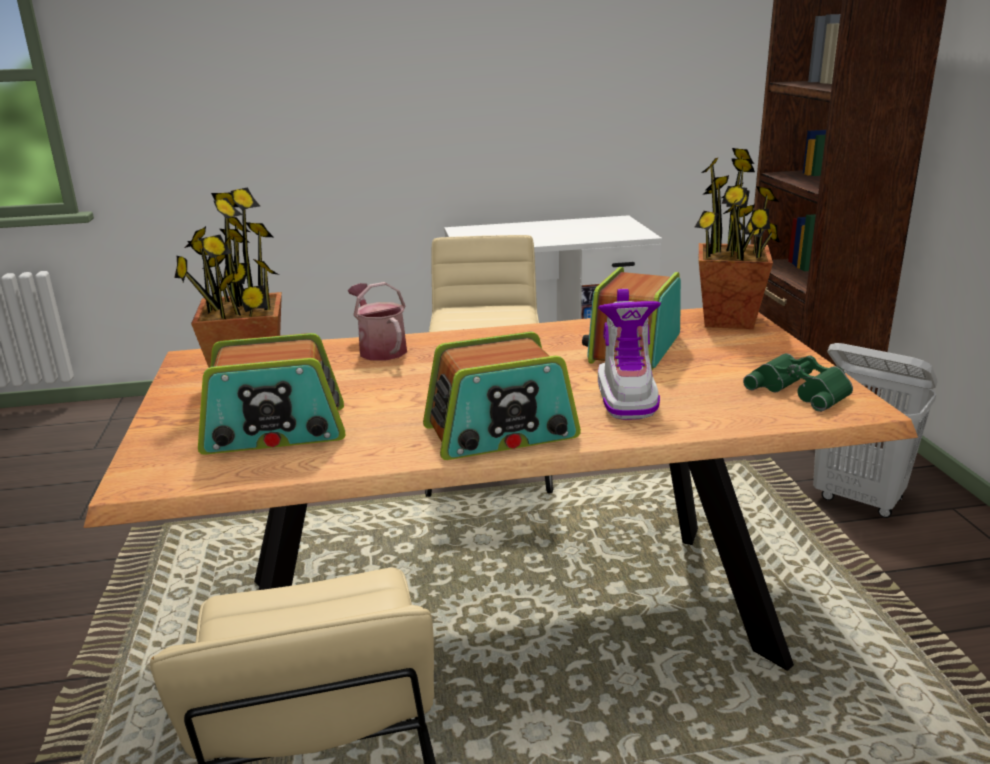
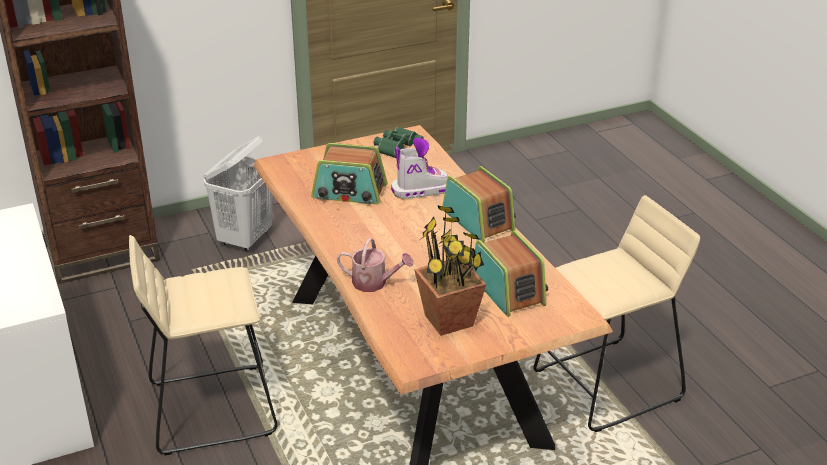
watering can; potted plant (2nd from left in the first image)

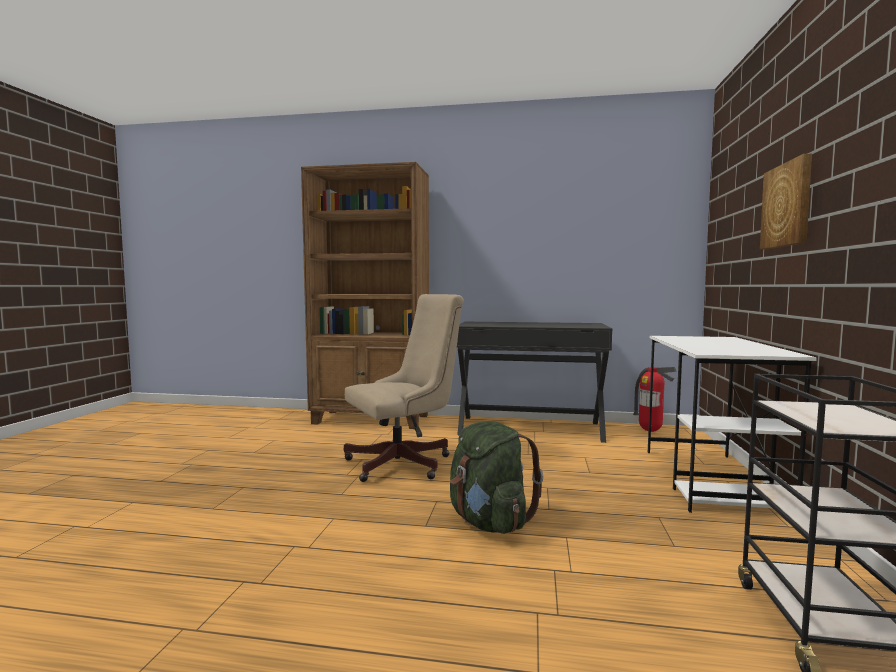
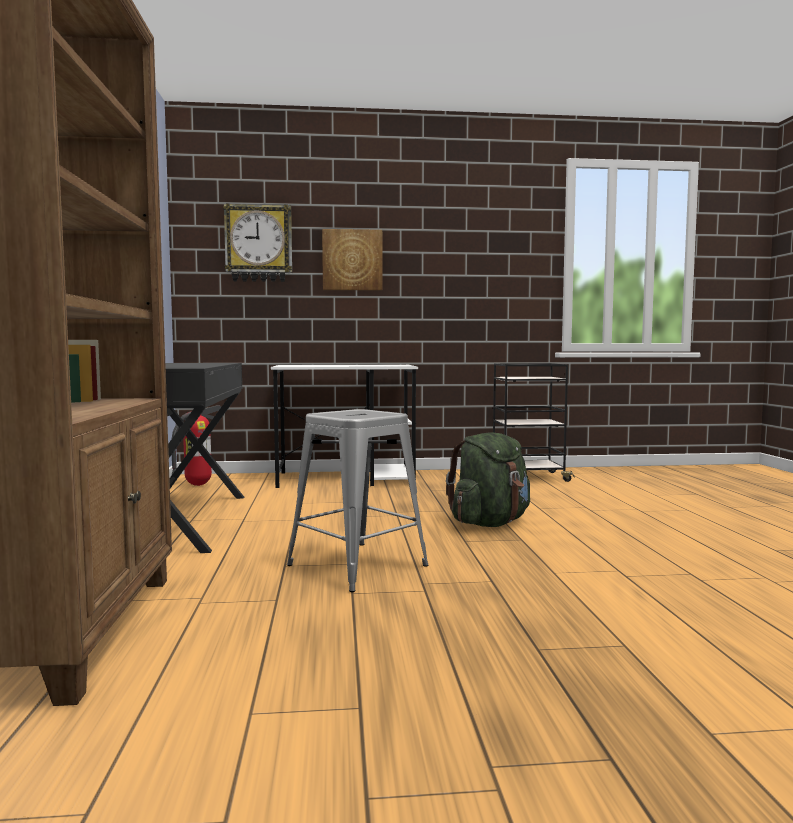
wall clock; grey stool

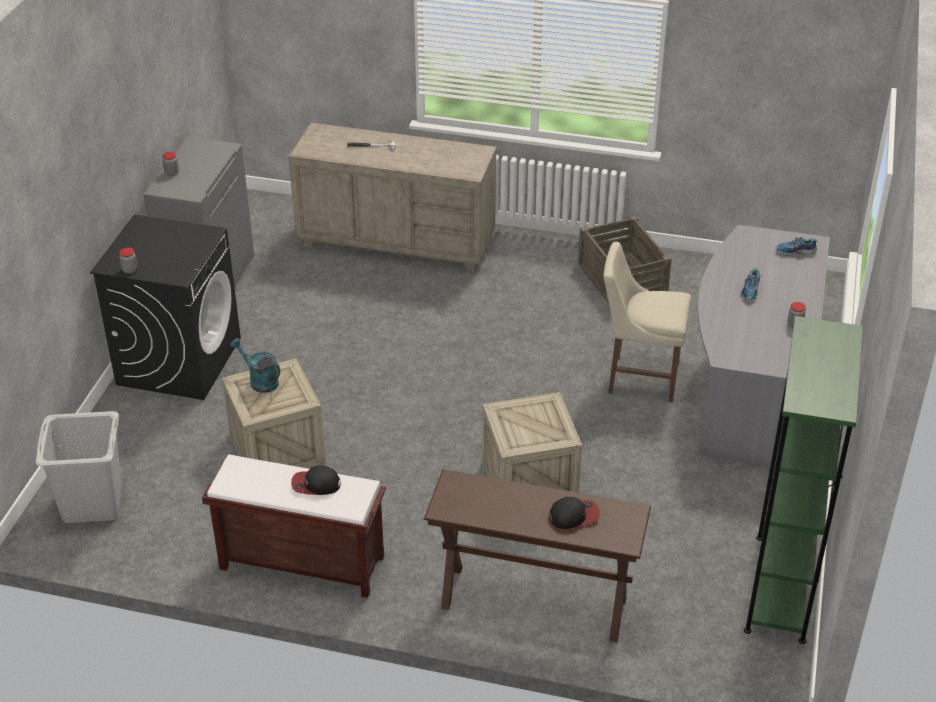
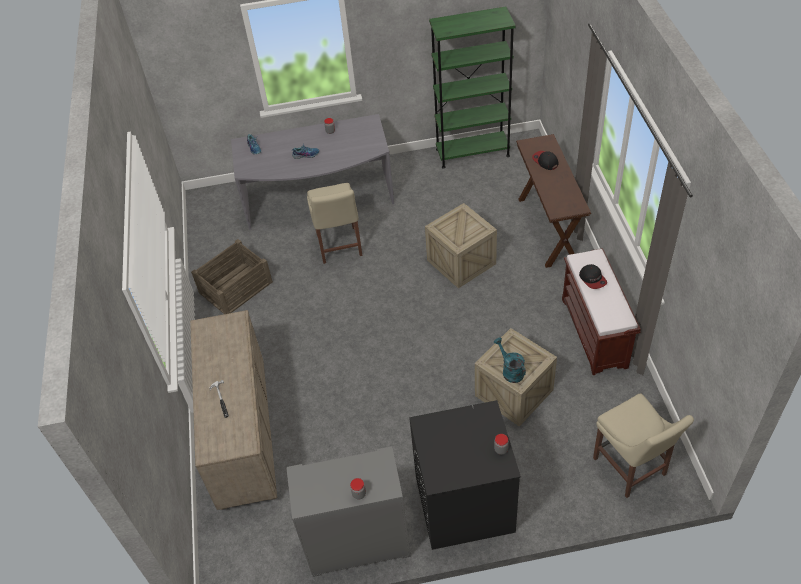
turquoise watering can; beige chair (2nd from left)

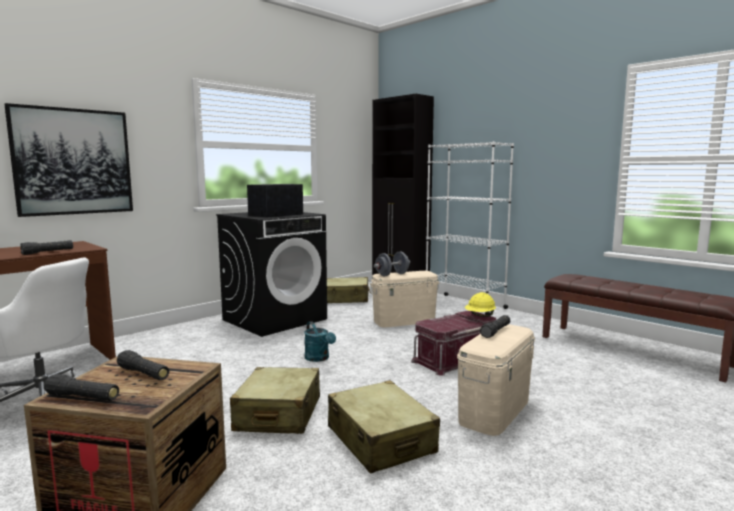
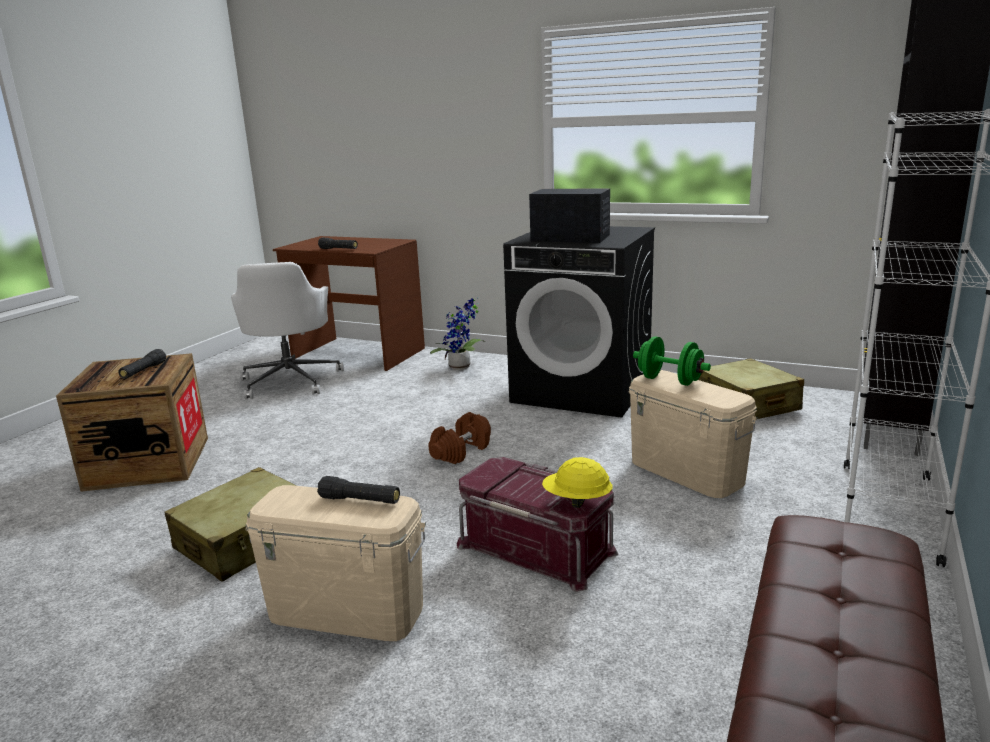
brown dumbbell; potted plant; green dumbbell; picture; black flashlight (2nd from left in the first image); beige suitcase (1st from left in the first image)

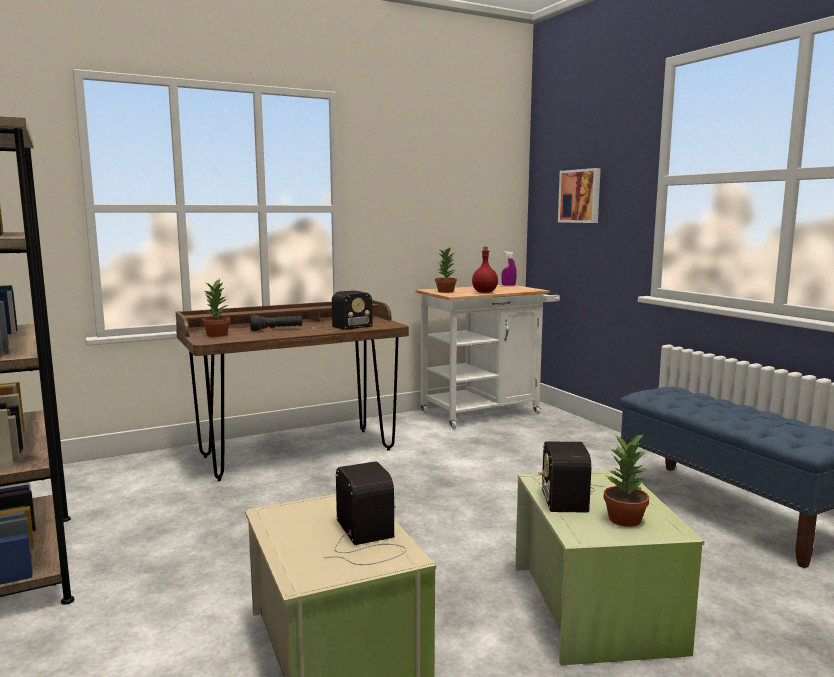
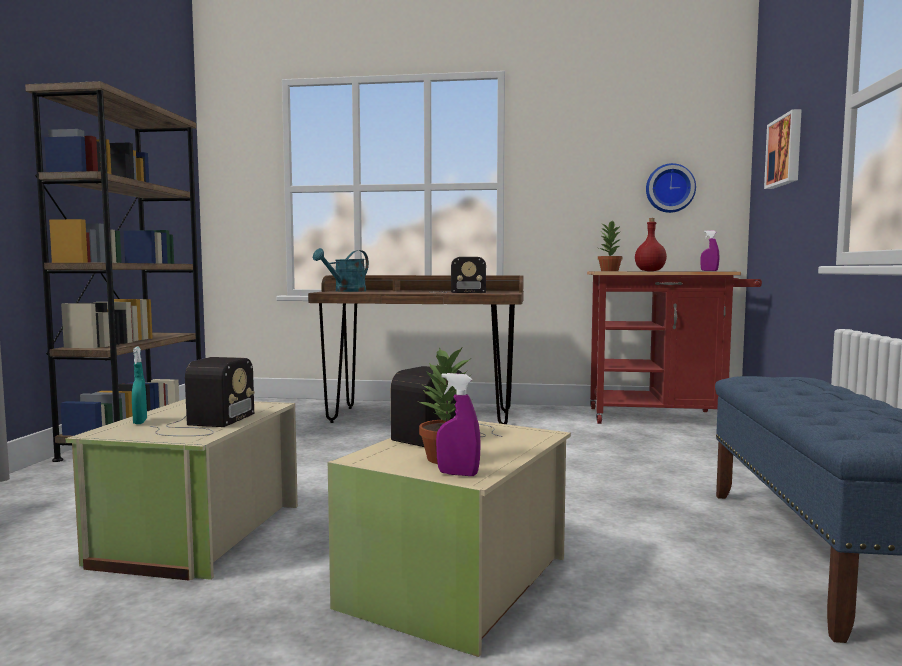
turquoise spray bottle; turquoise watering can; beige storage box (2nd from left); purple spray bottle (1st from left); red cart; wall clock; black flashlight

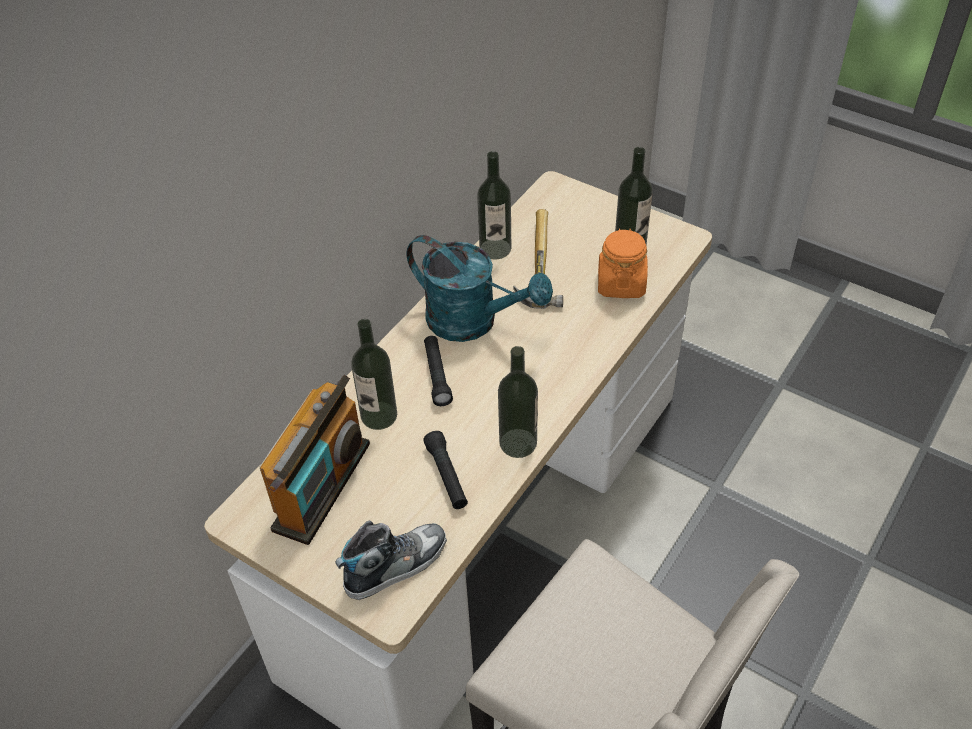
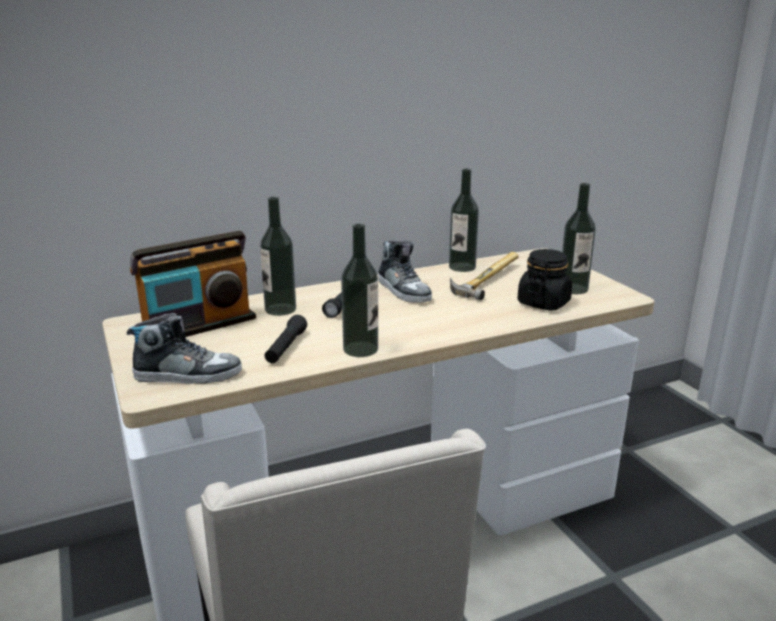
shoe (2nd from left); black jar

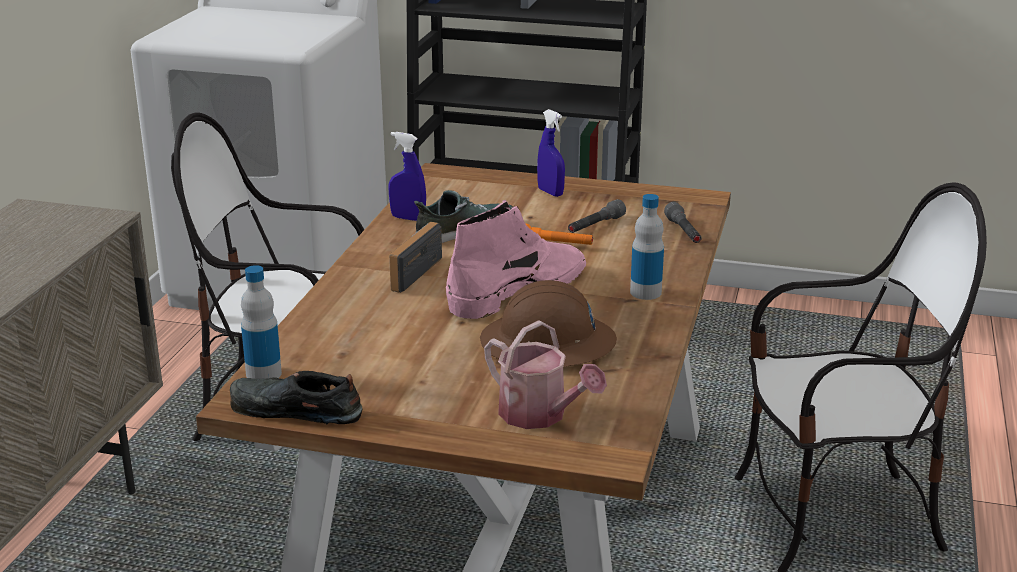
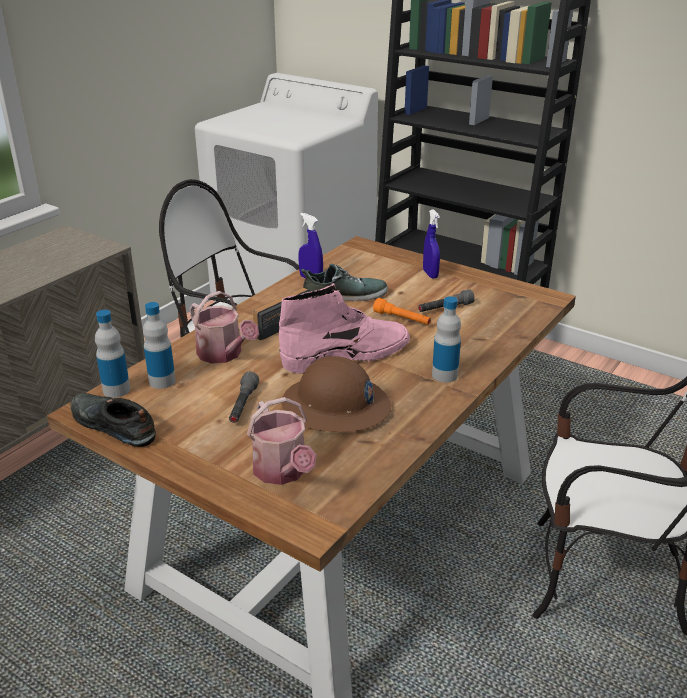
bottle (2nd from left); watering can (1st from left); grey flashlight (1st from left)

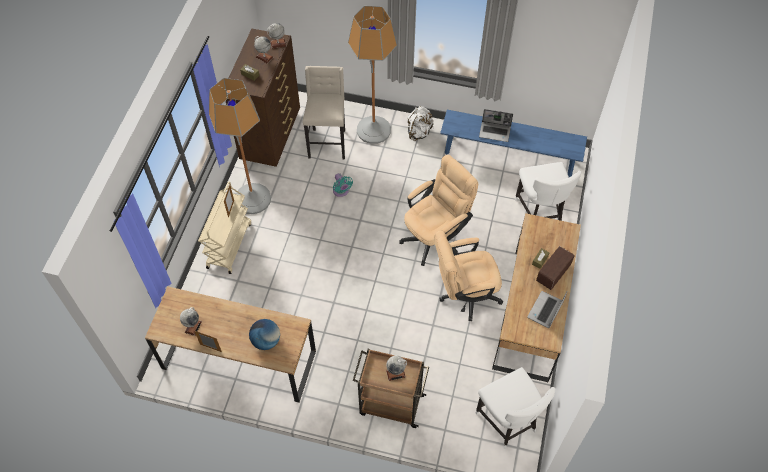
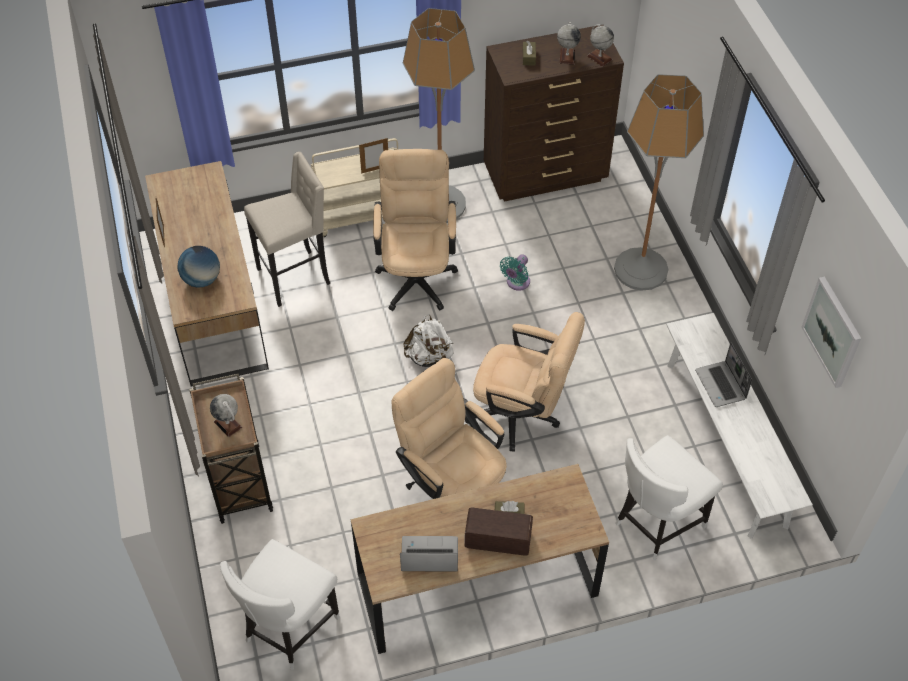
beige stool; beige office chair (1st from left); white backpack; white bench; picture; globe (1st from left in the first image)

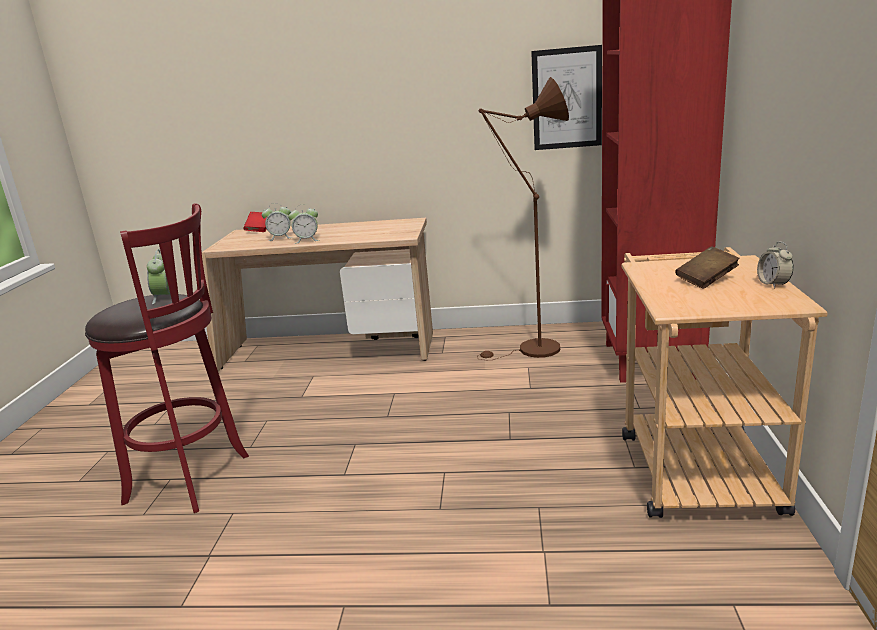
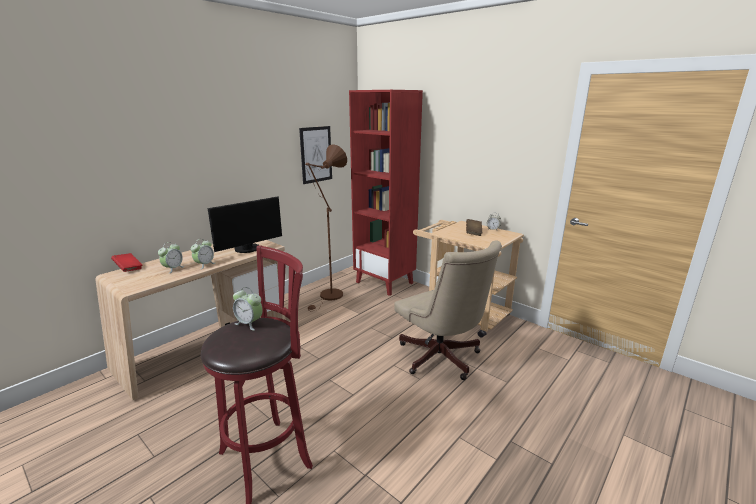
monitor; beige office chair

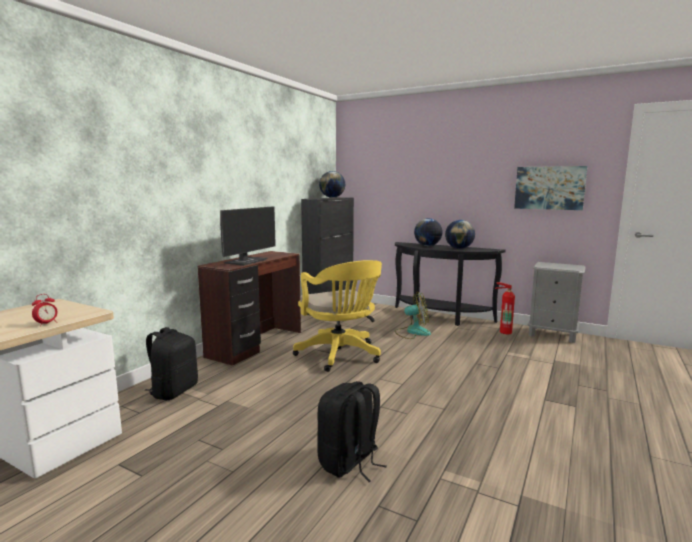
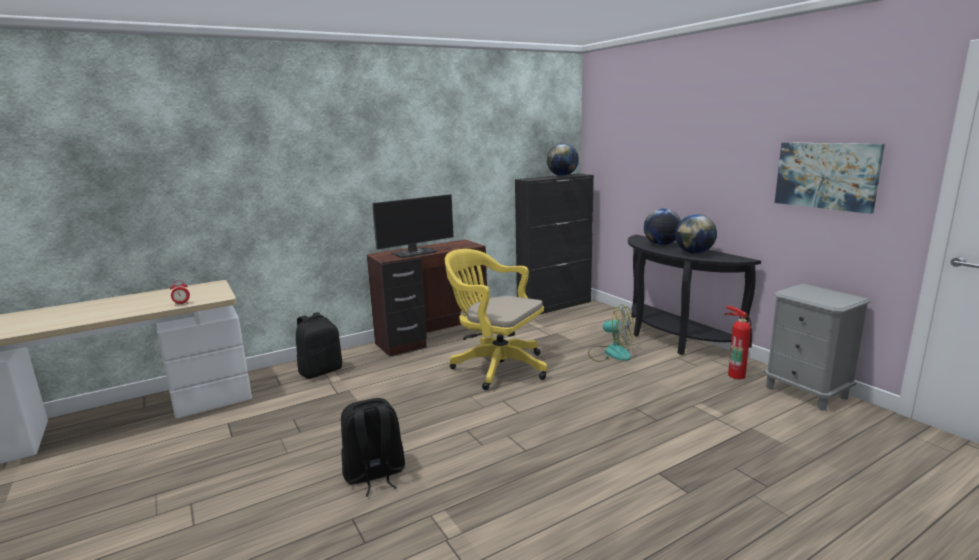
yellow office chair

